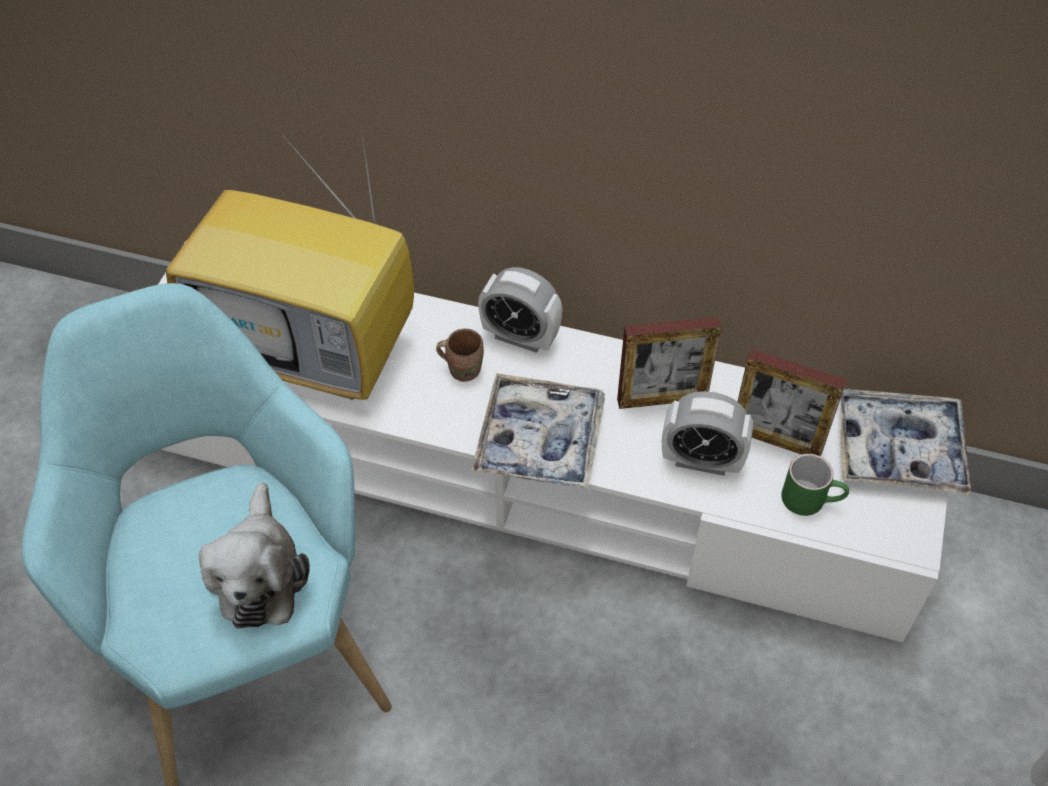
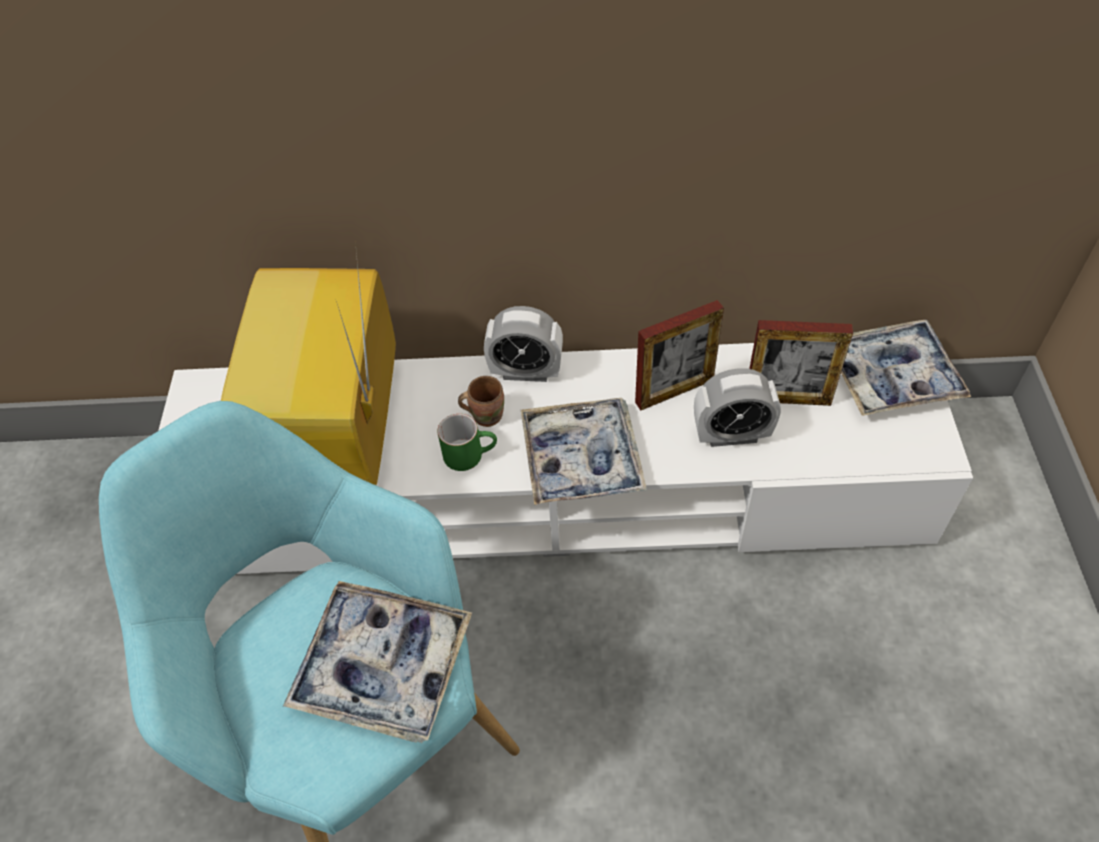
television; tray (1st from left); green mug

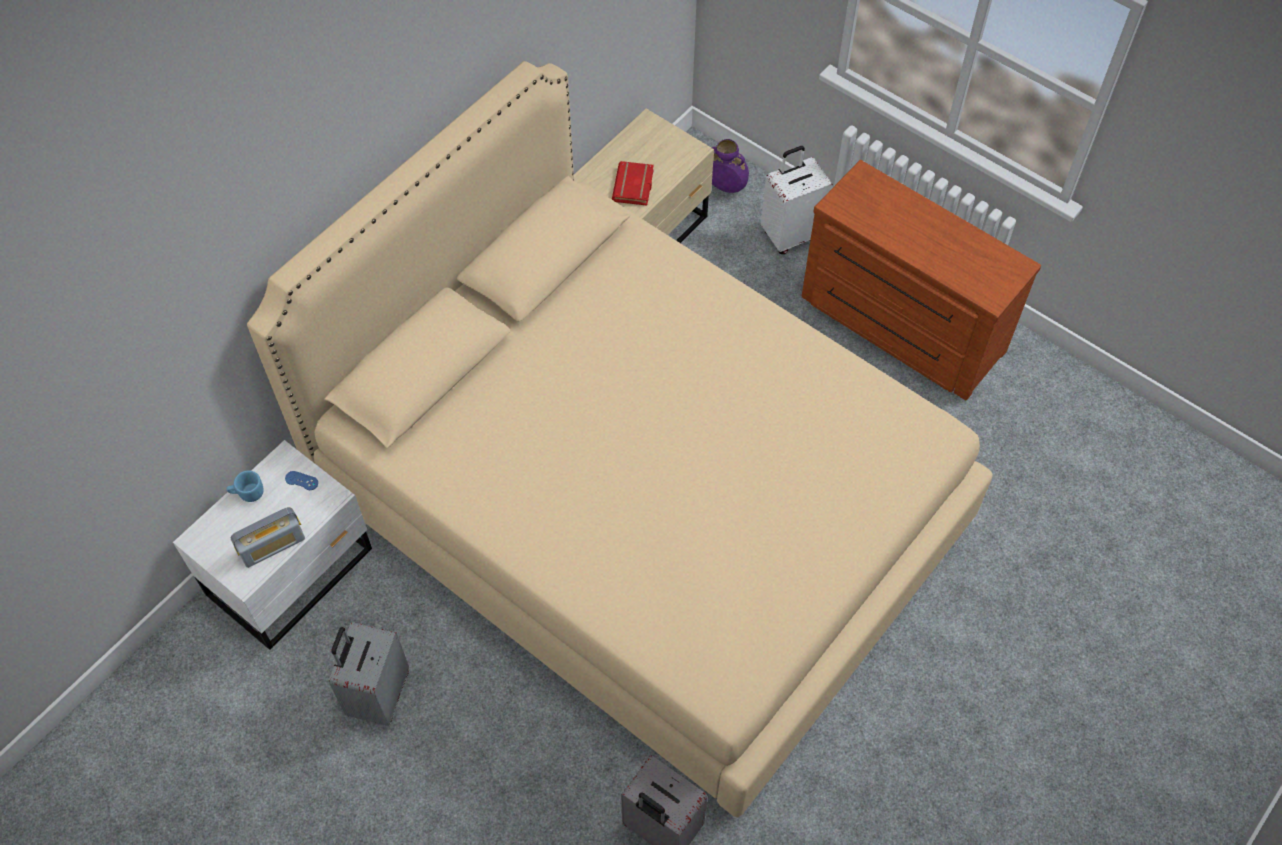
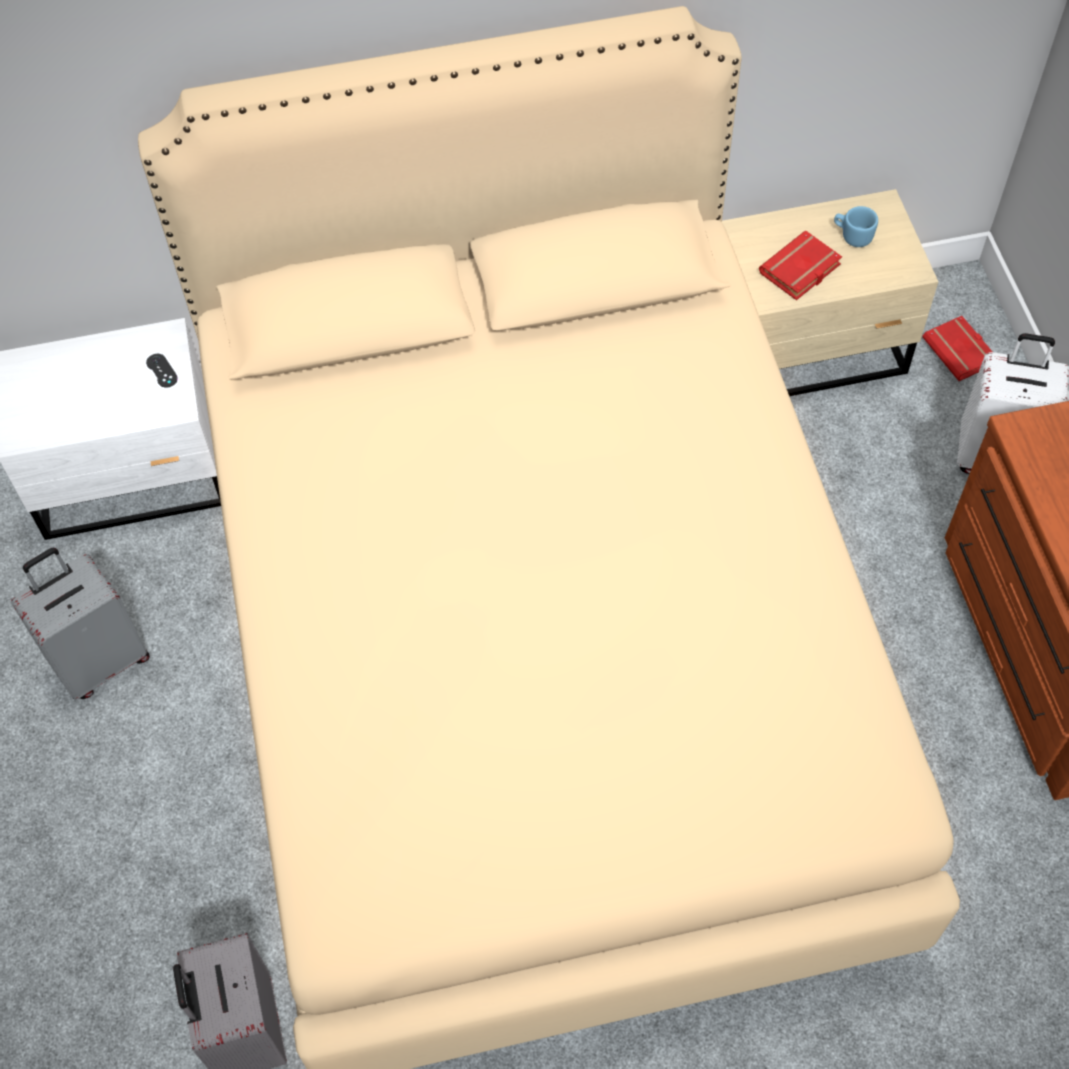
black game controller; blue mug; red book (2nd from left); radio

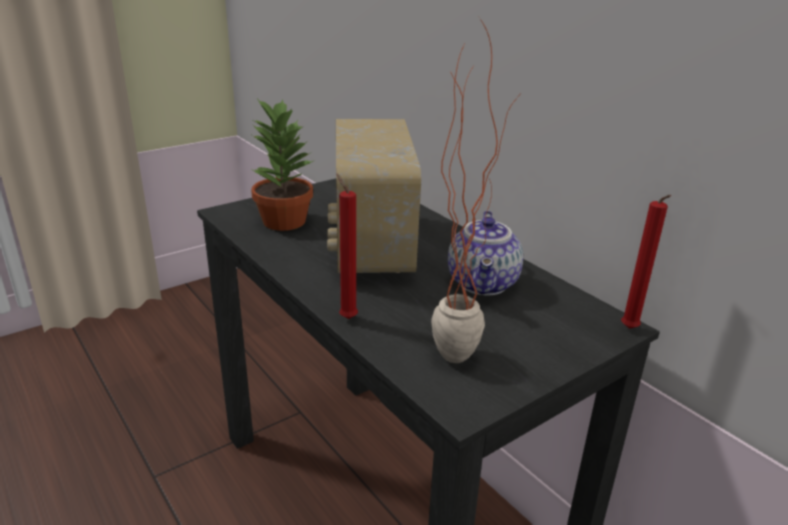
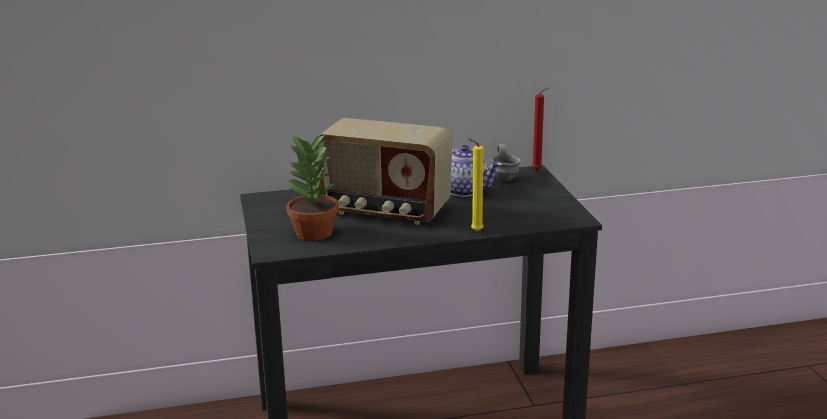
yellow candle; grey mug; potted plant (2nd from left in the first image)

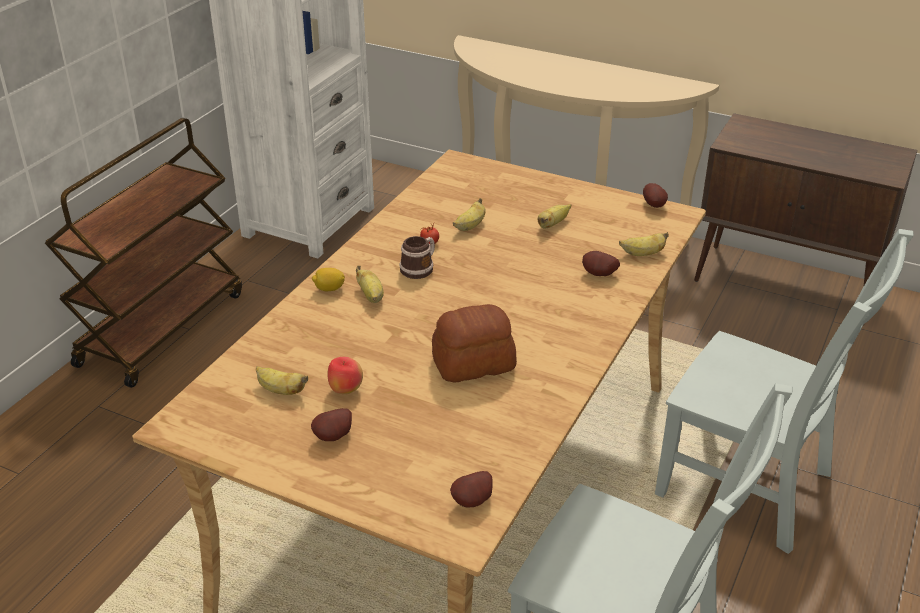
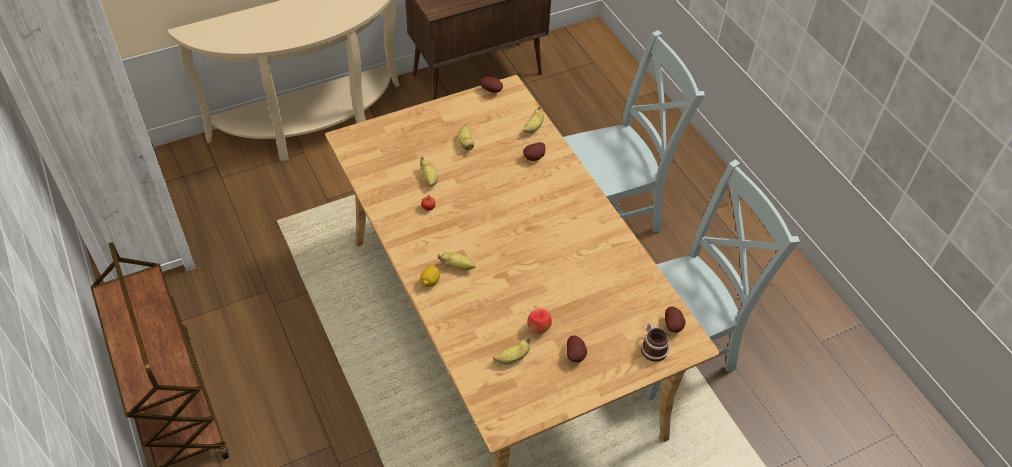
mug; bread

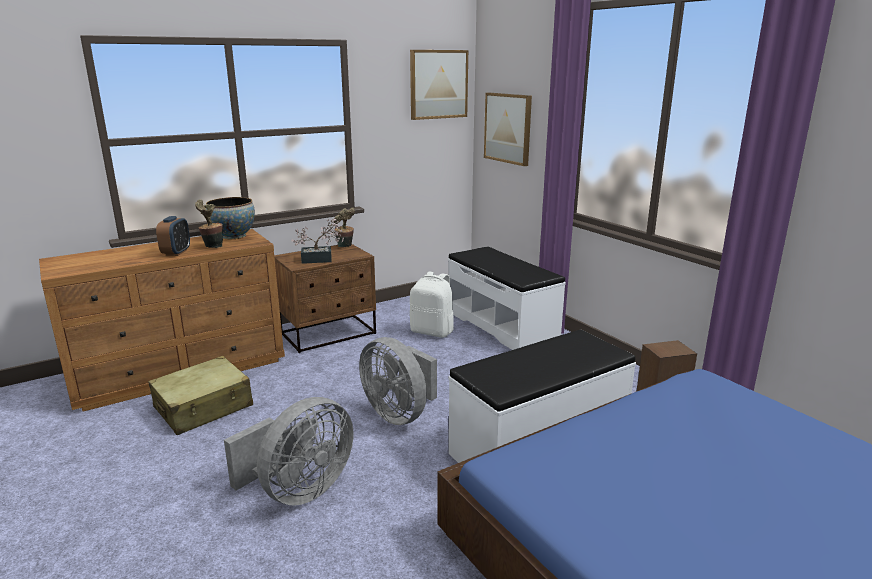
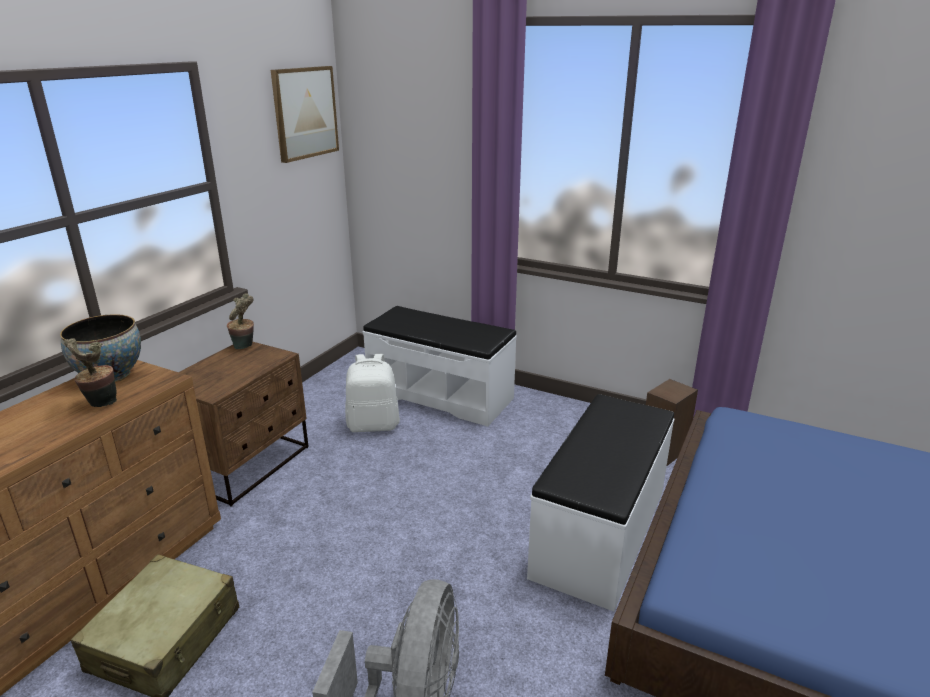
alarm clock; potted plant (2nd from left in the first image); grey fan (2nd from left in the first image); picture (2nd from left in the first image)

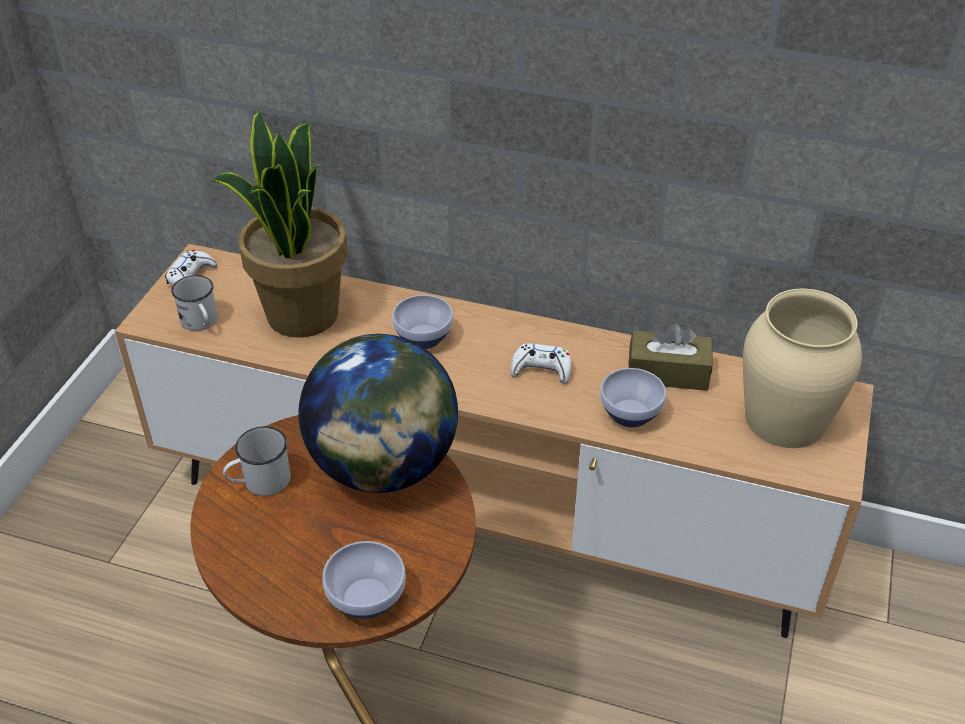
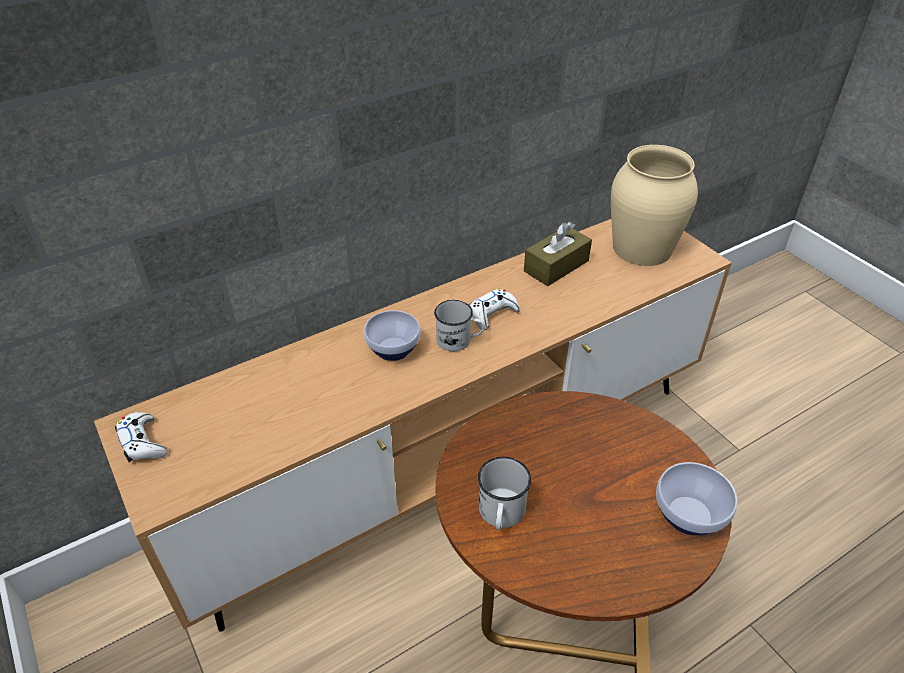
white mug (1st from left); potted plant; globe; bowl (3rd from left in the first image)

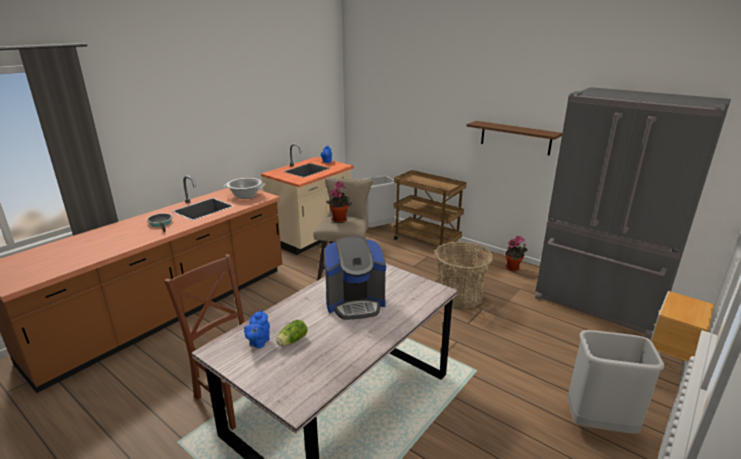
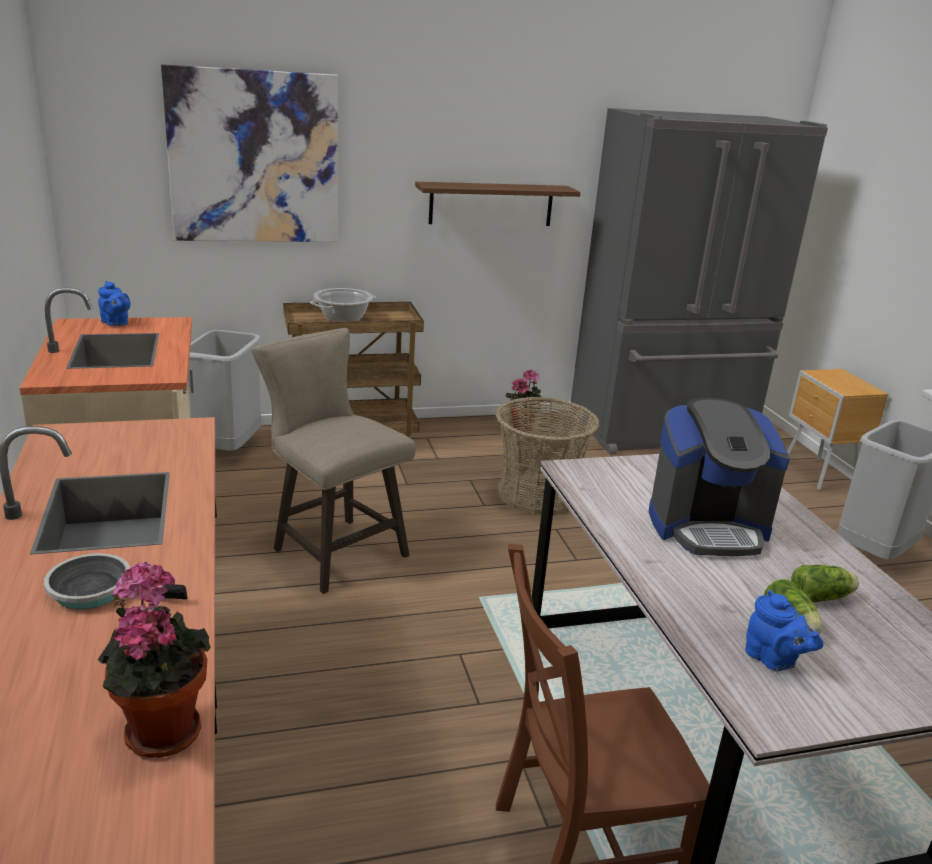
potted plant (1st from left); picture; cooking pot; coffee machine; lettuce (2nd from left)

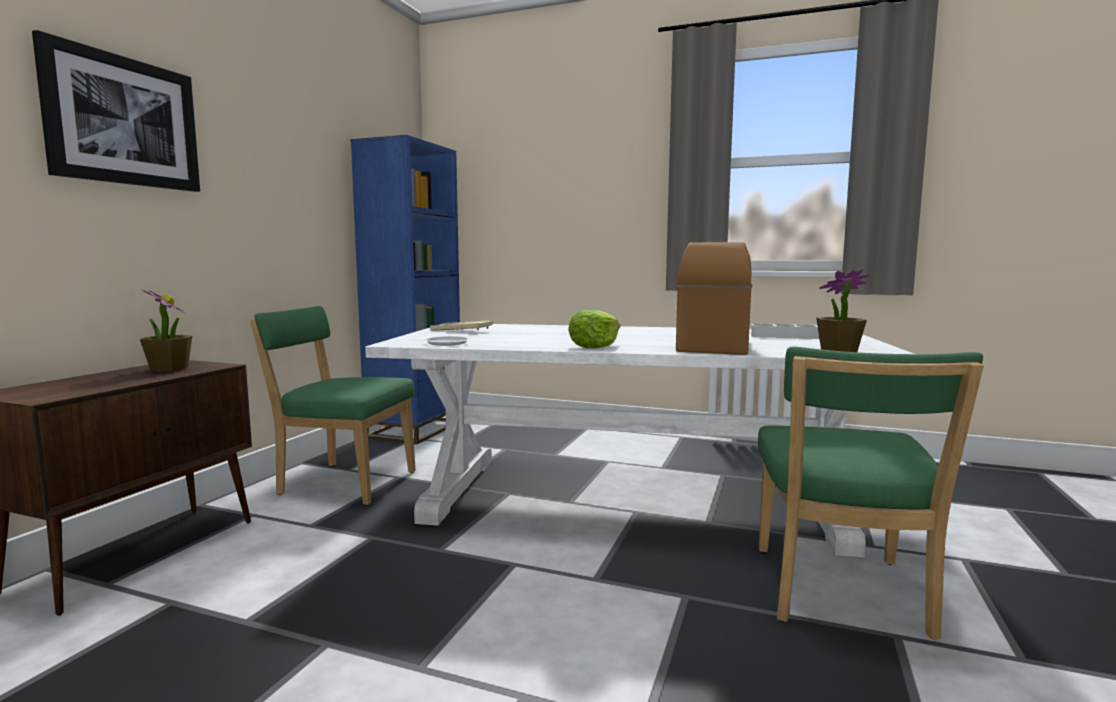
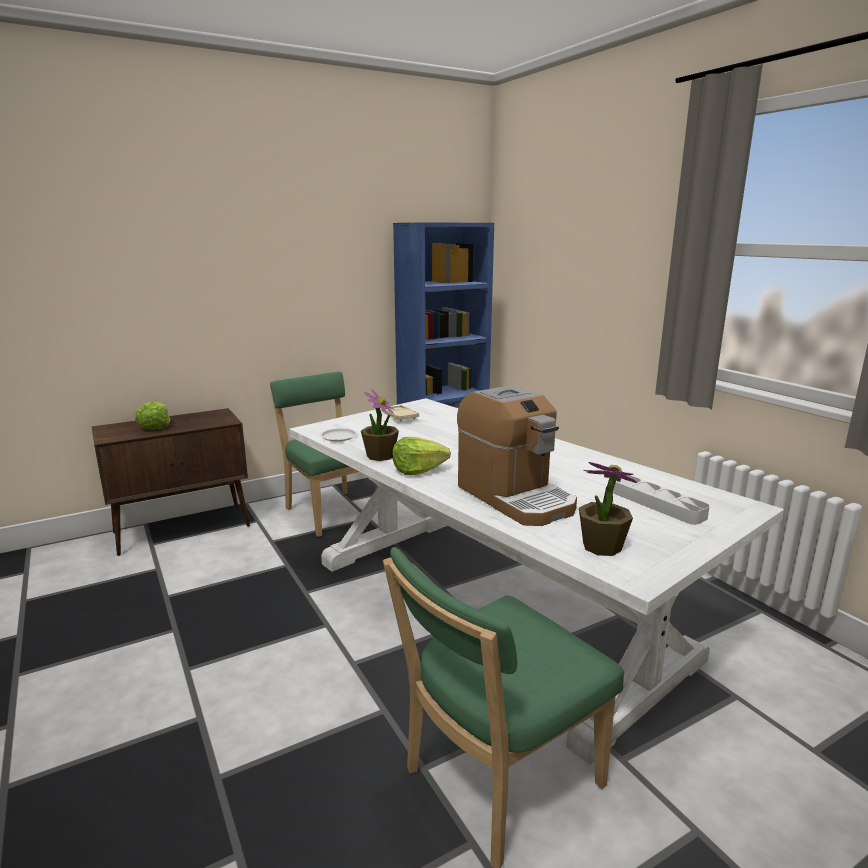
lettuce (1st from left); potted plant (1st from left); coffee machine; picture

